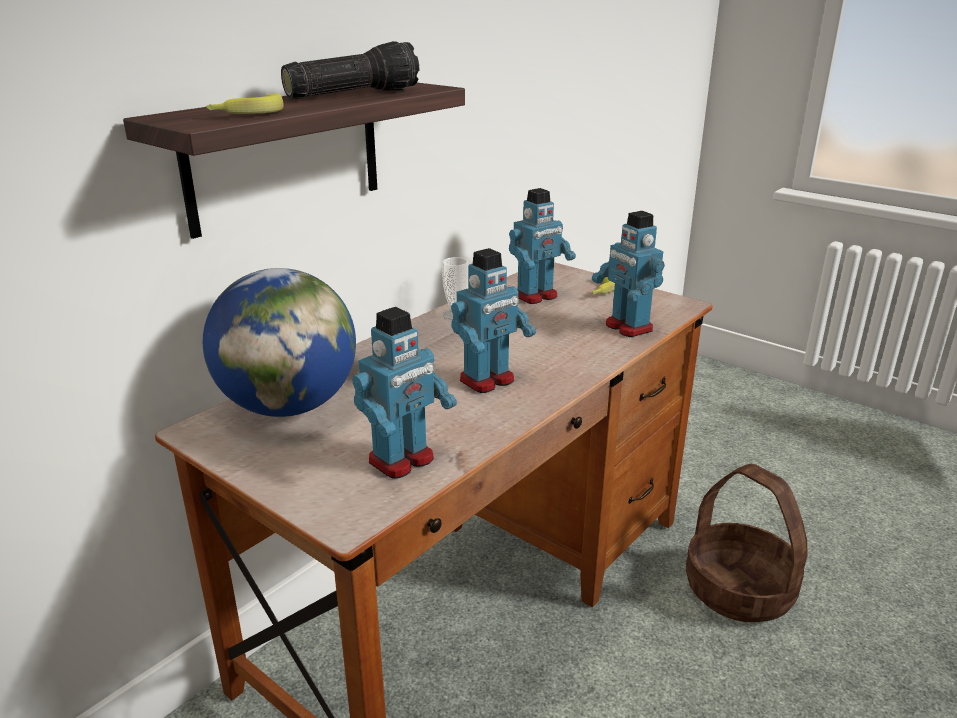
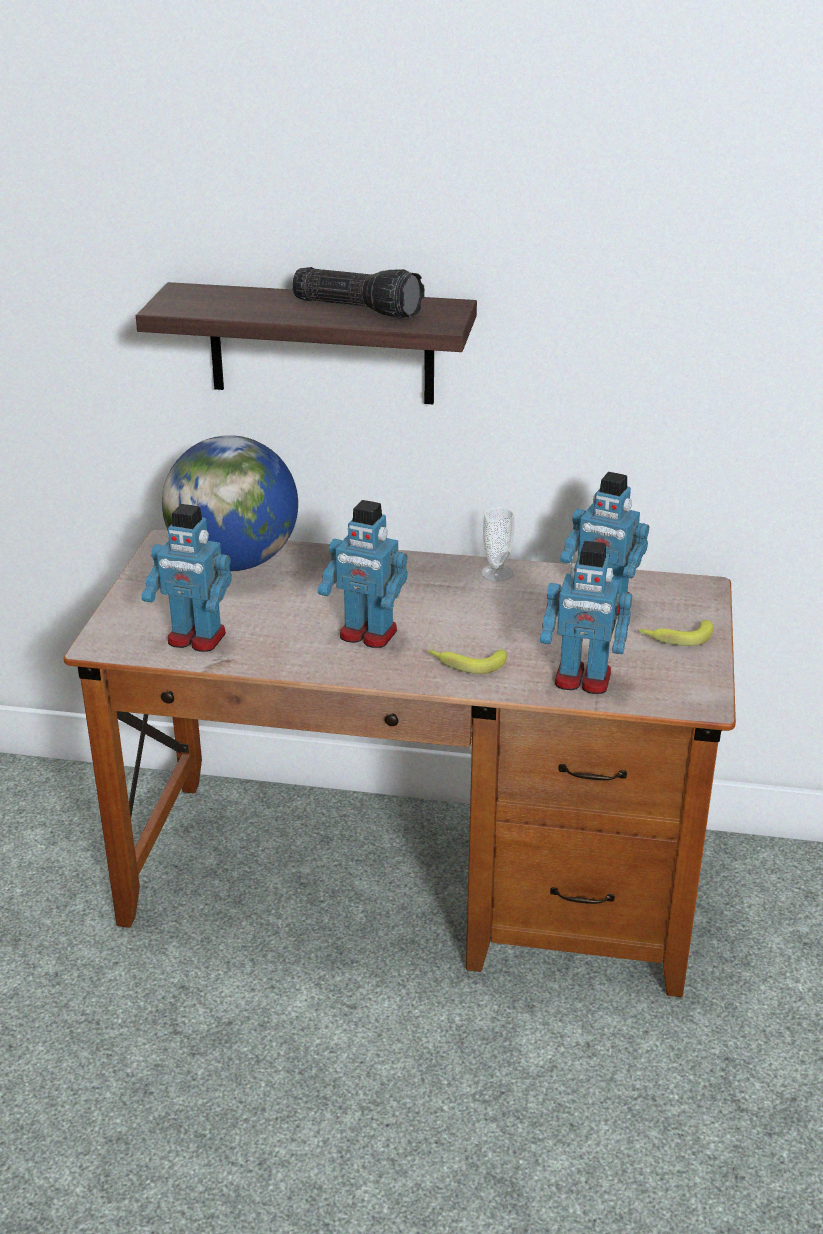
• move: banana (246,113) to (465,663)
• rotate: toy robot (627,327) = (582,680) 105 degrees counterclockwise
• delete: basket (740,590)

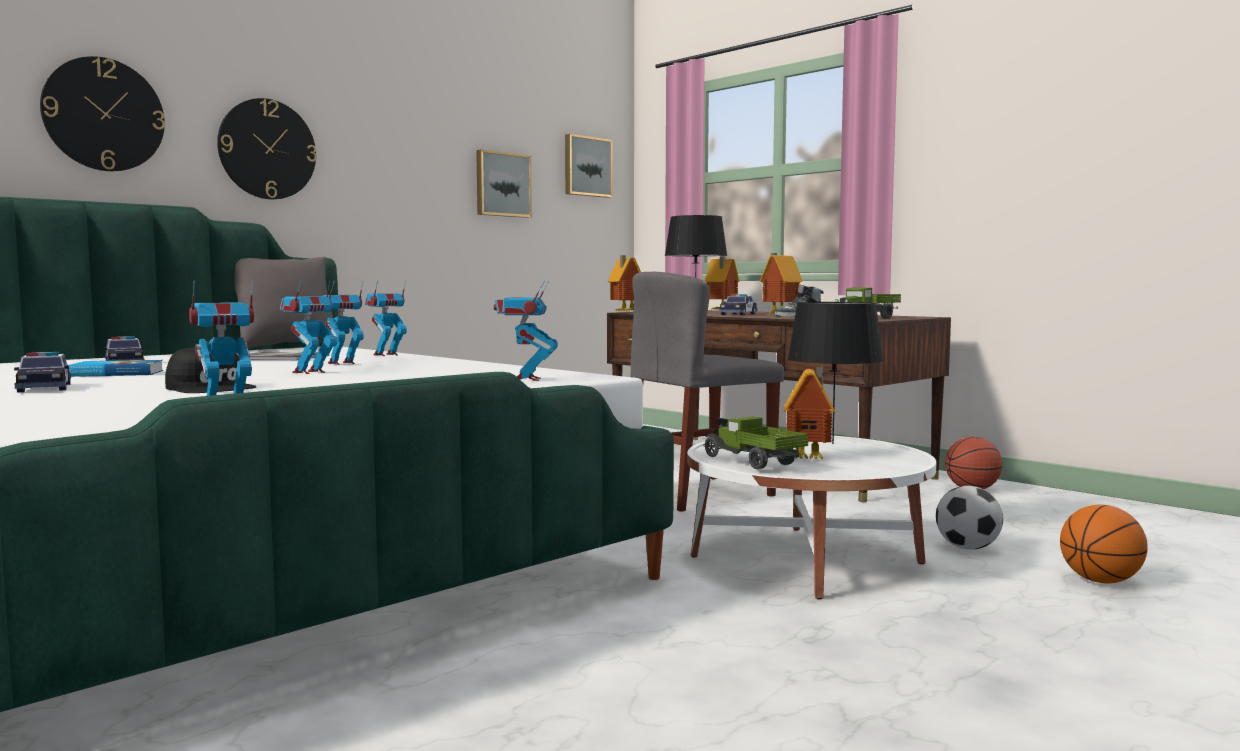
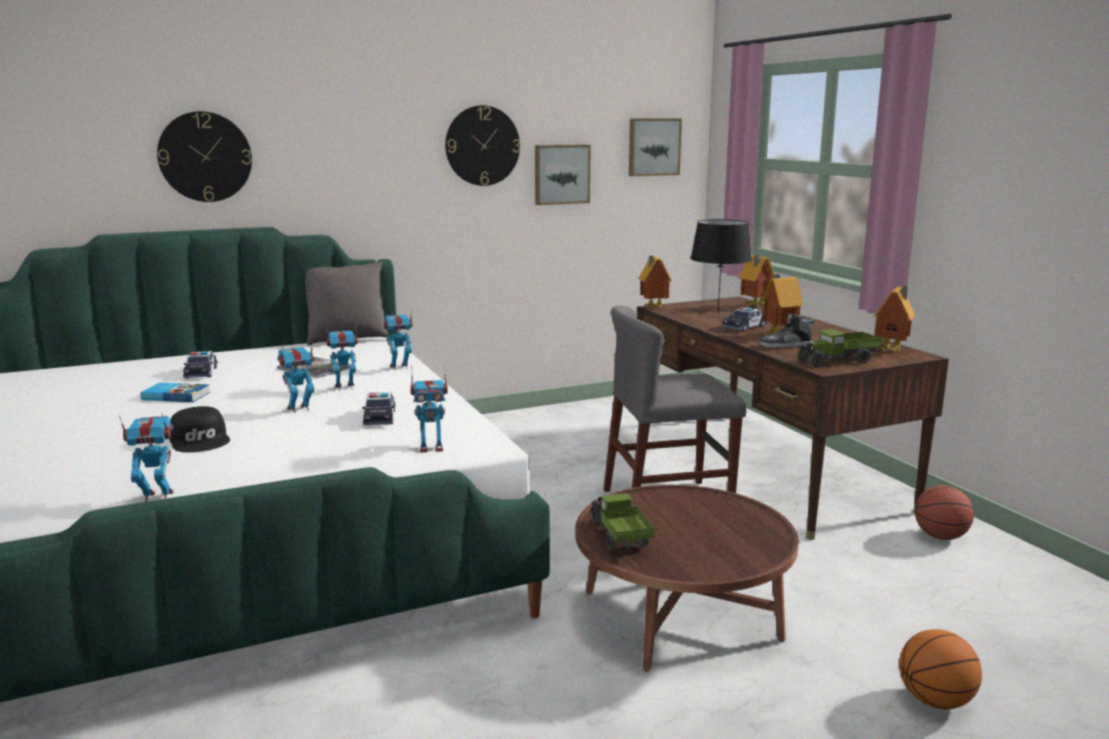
• move: toy car (44,388) to (379,418)
• move: wall clock (267,149) to (482,146)
• rotate: toy robot (526,379) = (431,448) 120 degrees counterclockwise
• recolor: coffee table (white) (806,560) to coffee table (brown) (681,615)
• move: toy house (810,458) to (892,350)
• delete: table lamp (black) (832,444)
• delete: football (967,548)

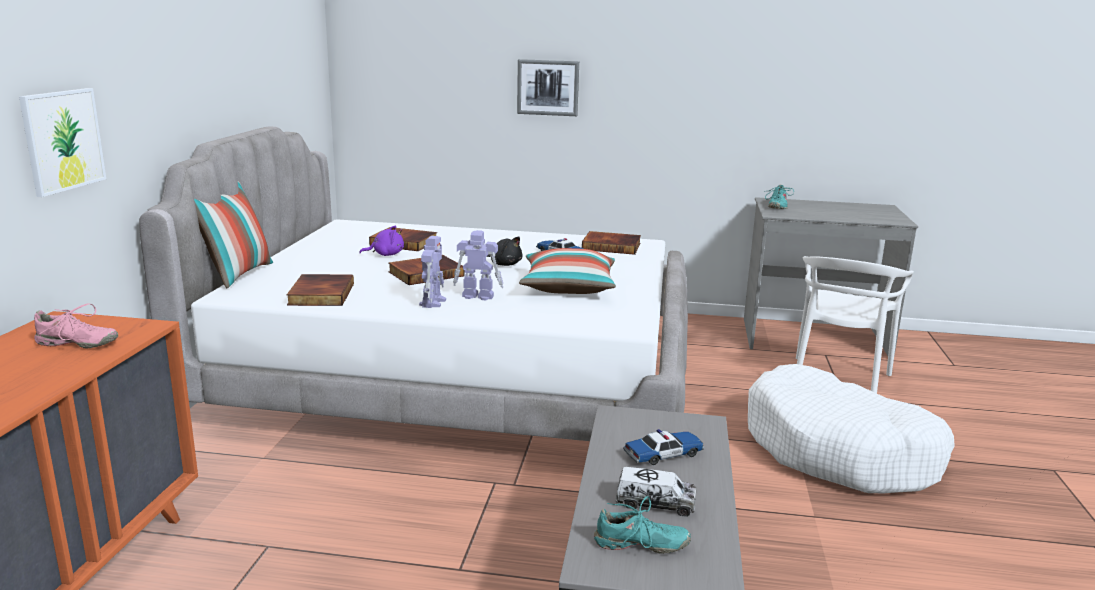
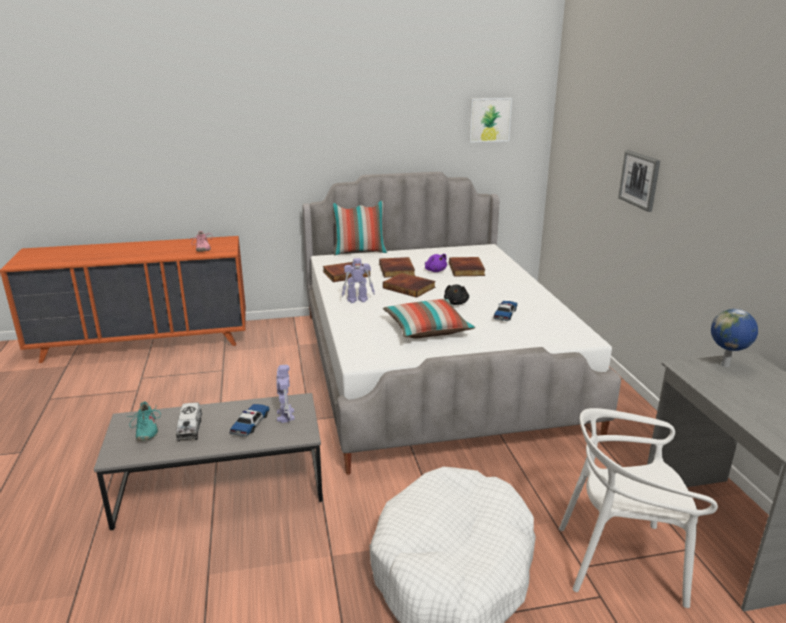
• move: picture (62,140) to (489,120)
• move: toy robot (477,296) to (285,415)
• move: book (612,246) to (397,270)
• rotate: toy car (663,454) = (251,424) 120 degrees counterclockwise
• replace: shoe (turquoise) (777,206) to globe (726,366)

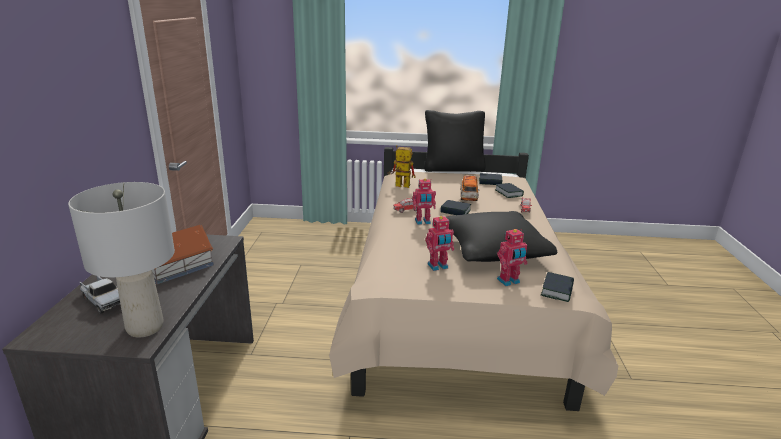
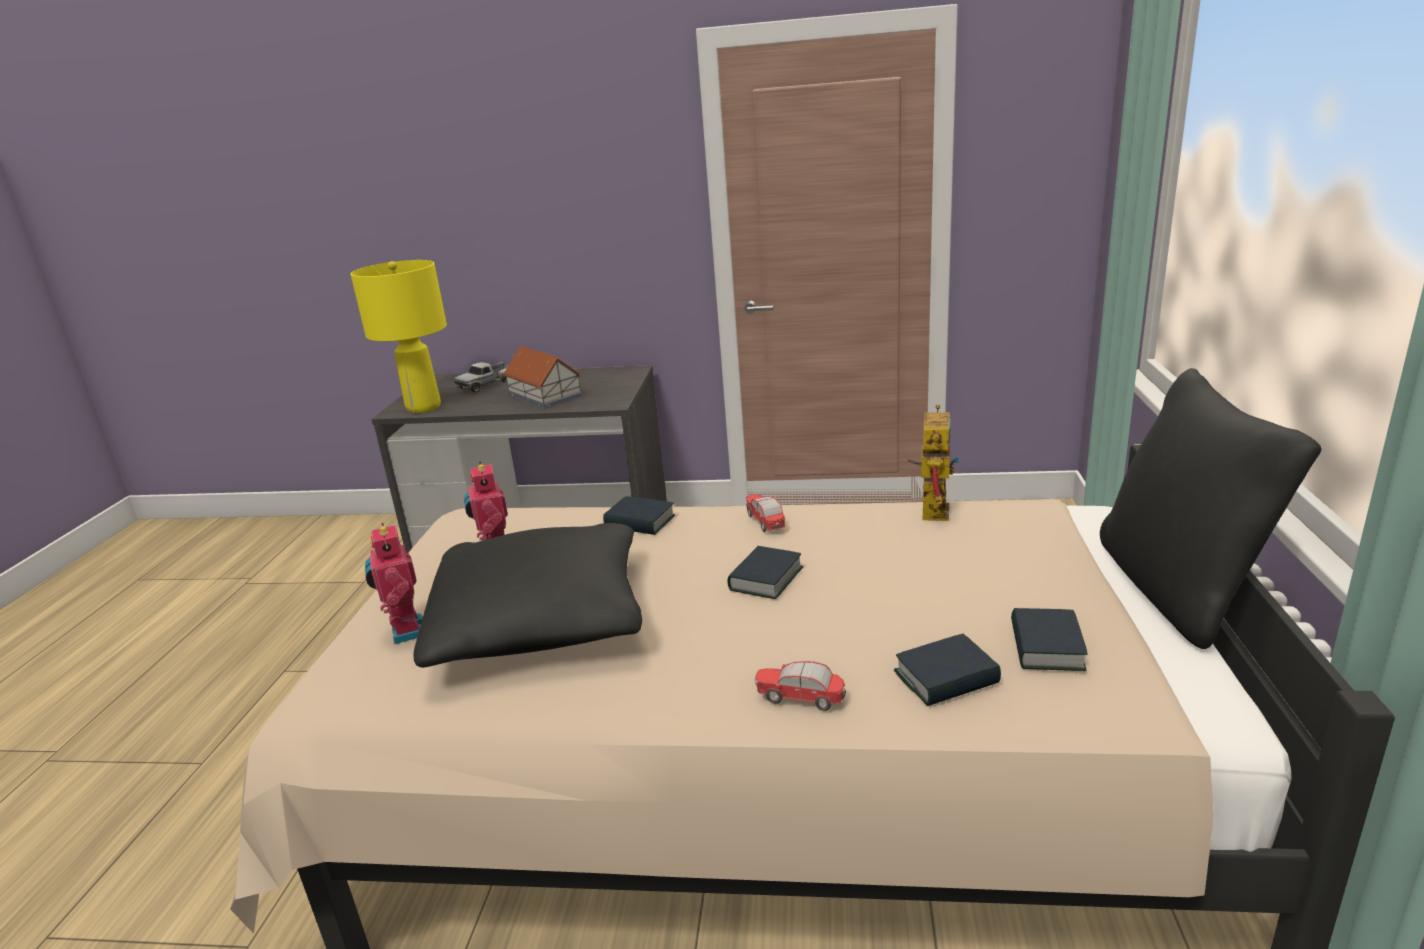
• recolor: table lamp (grey) (144,327) to table lamp (yellow) (424,407)
• delete: toy robot (423,222)
• delete: toy car (468,197)
• move: book (557,290) to (640,522)

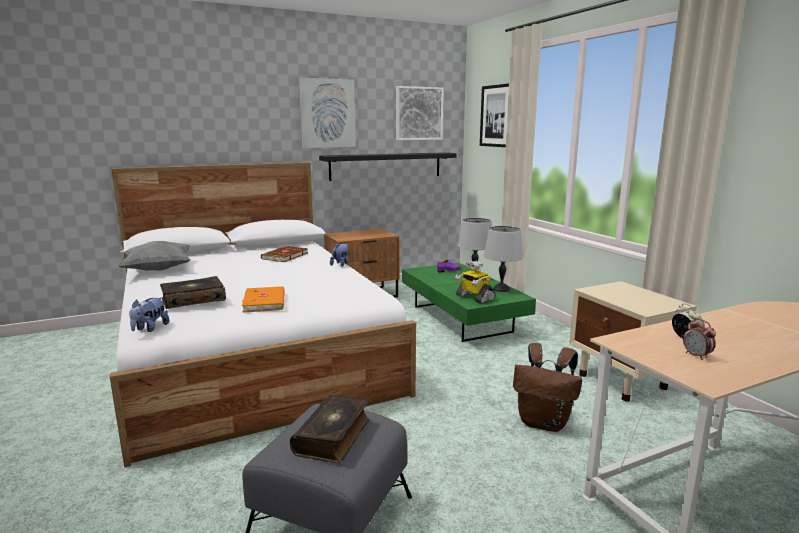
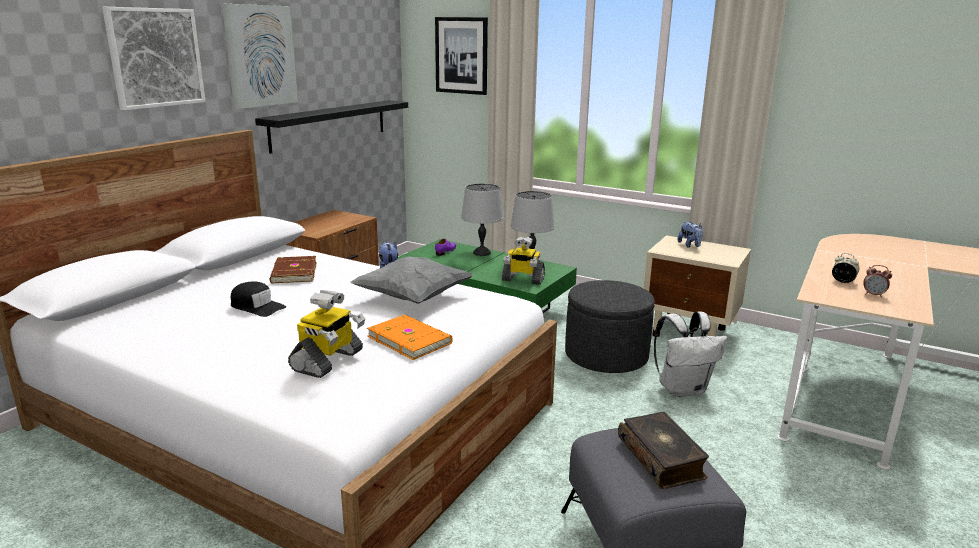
• move: pillow (grey) (158,270) to (413,298)
• move: plush toy (150,328) to (690,245)
• replace: book (193,300) to toy robot (328,361)
• move: picture (419,113) to (155,58)
• recolor: backpack (brown) (544,423) to backpack (white) (683,389)
• insert: cap (black) (257,306)
• insert: ottoman (grey) (606,356)

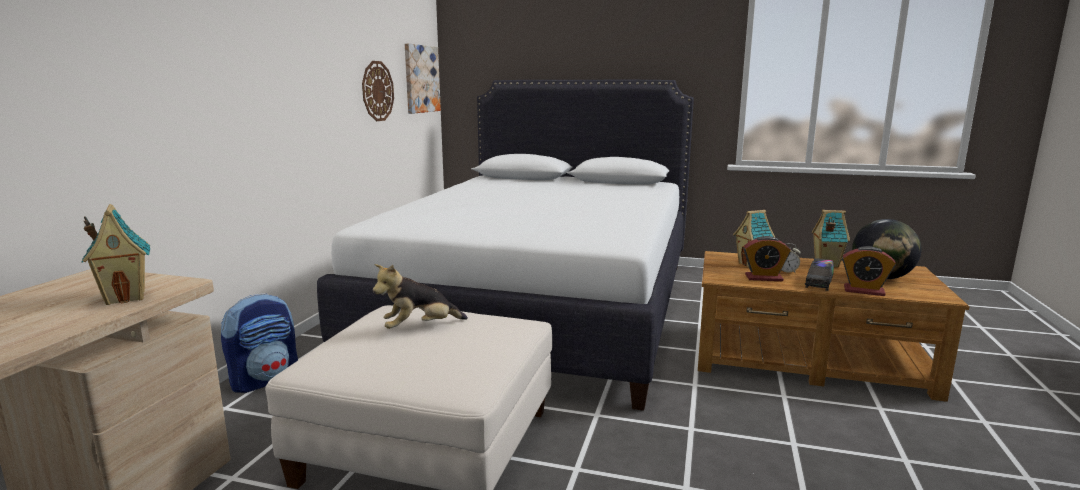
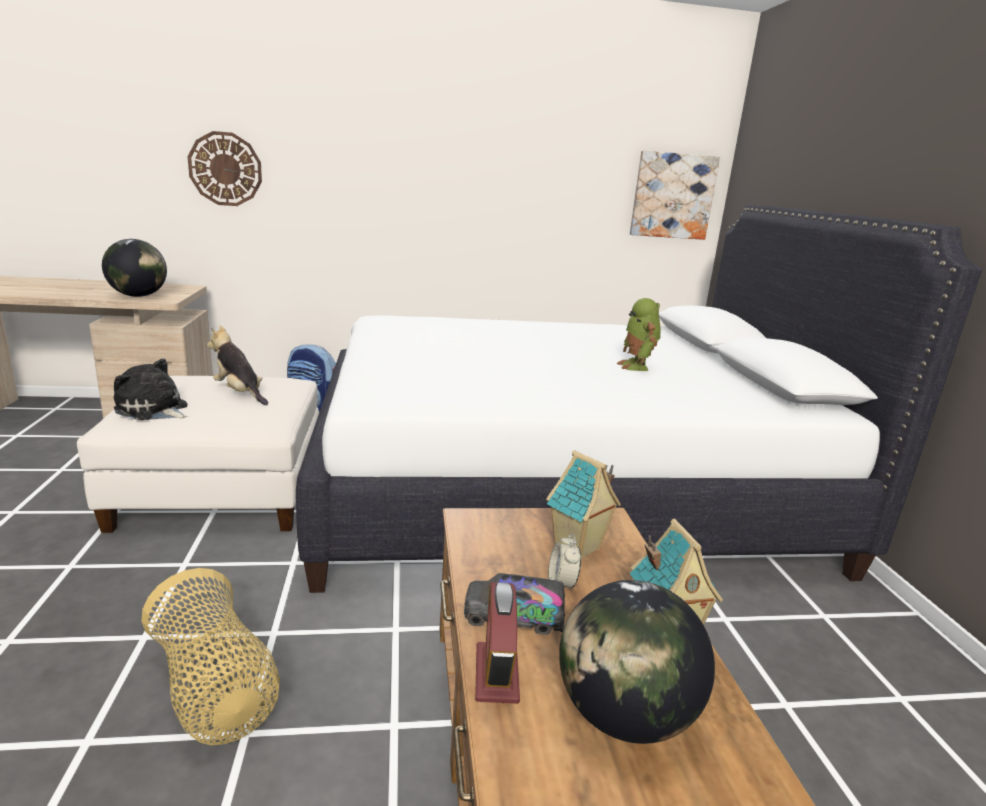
• replace: toy house (126,297) to globe (138,296)
• move: wall clock (377,91) to (225,169)
• delete: alarm clock (763,278)
• insert: plush toy (154,410)
• insert: basket (214,690)
• insert: toy robot (637,366)

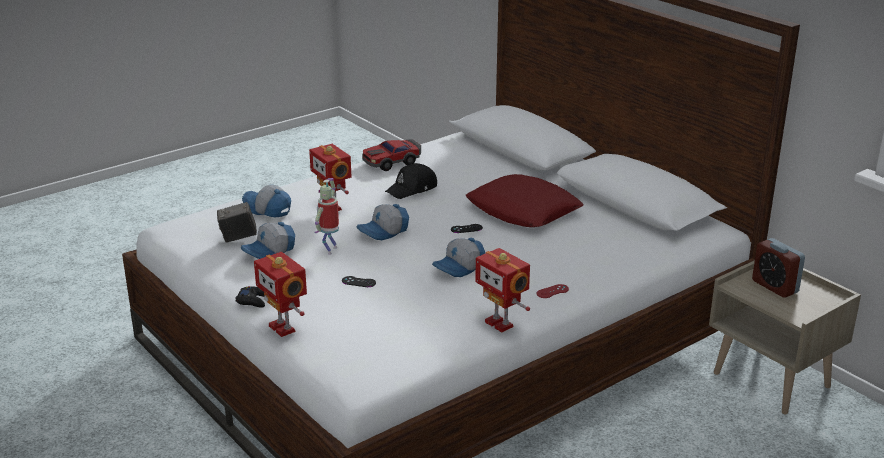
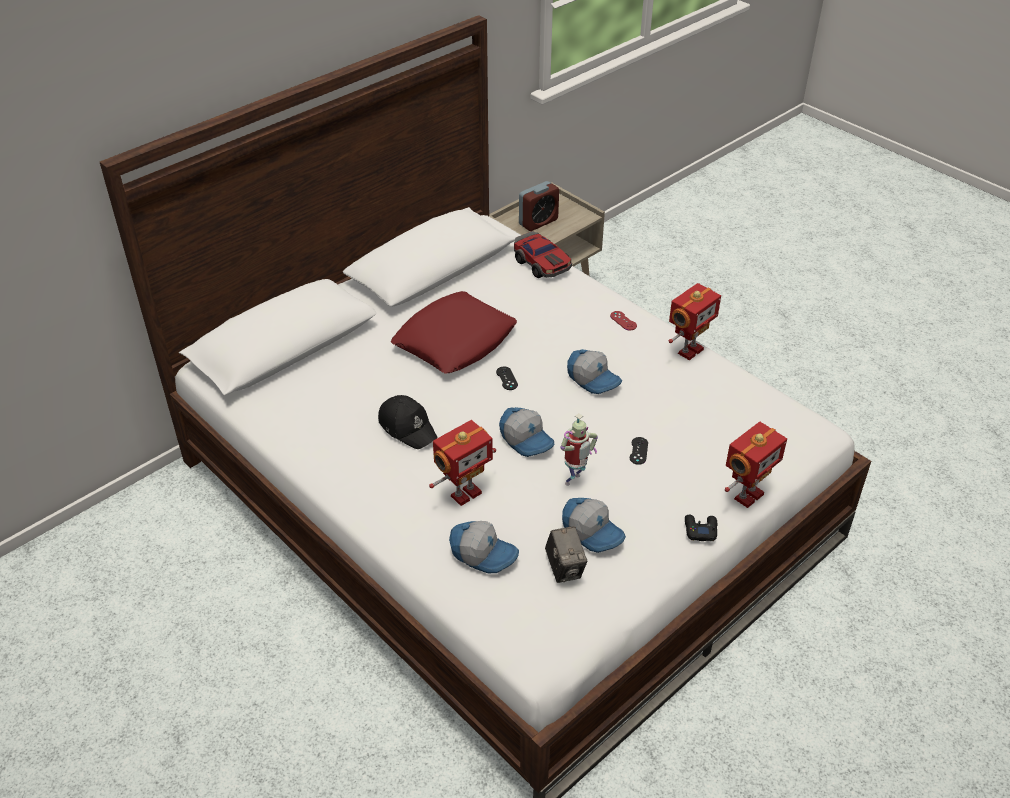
• rotate: cap (267,209) = (483,553) 90 degrees counterclockwise
• rotate: toy robot (330,250) = (574,481) 60 degrees counterclockwise
• move: toy car (391,162) to (542,263)

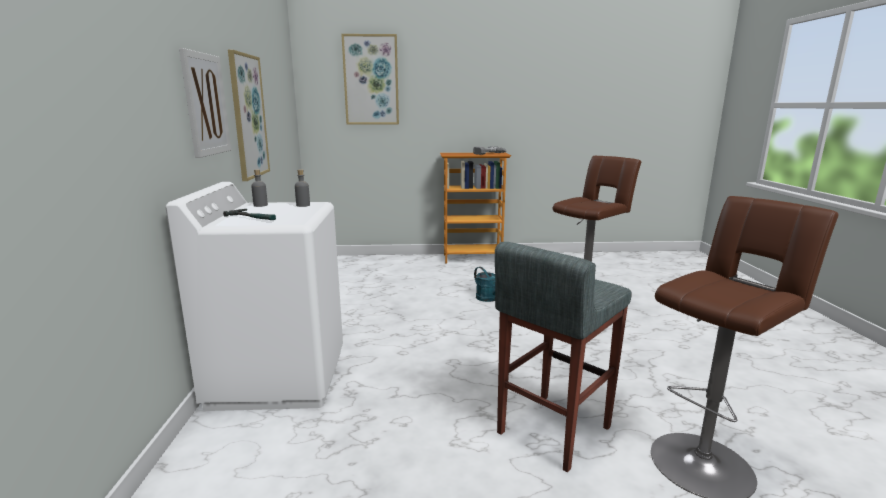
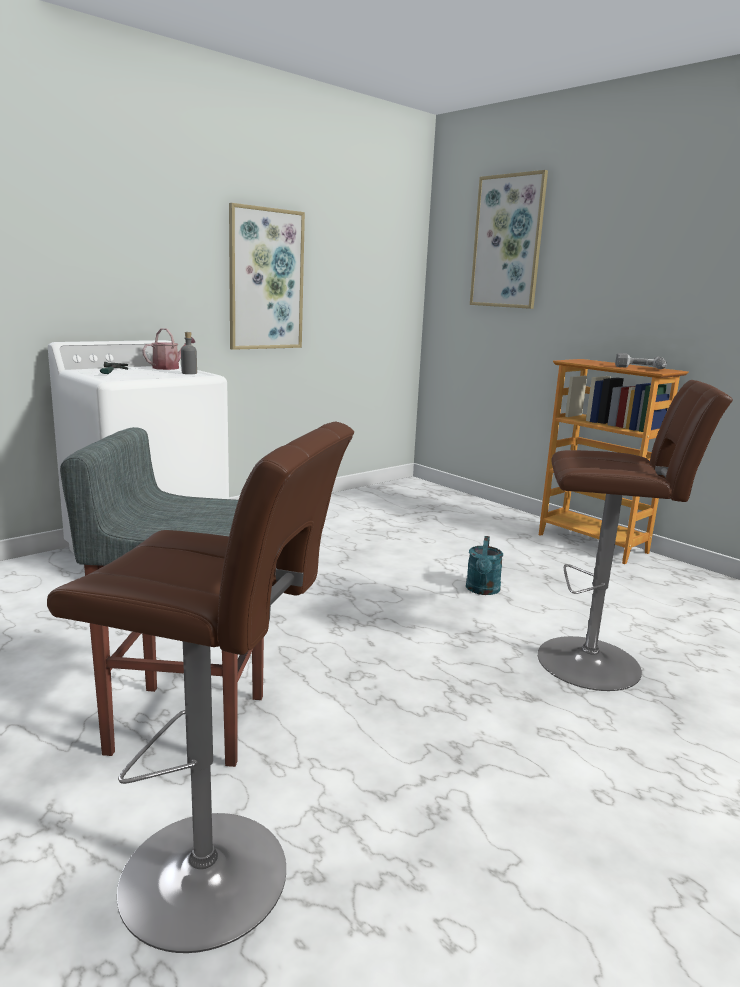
• delete: picture (206,104)
• replace: bottle (grey) (260,205) to watering can (169,367)

